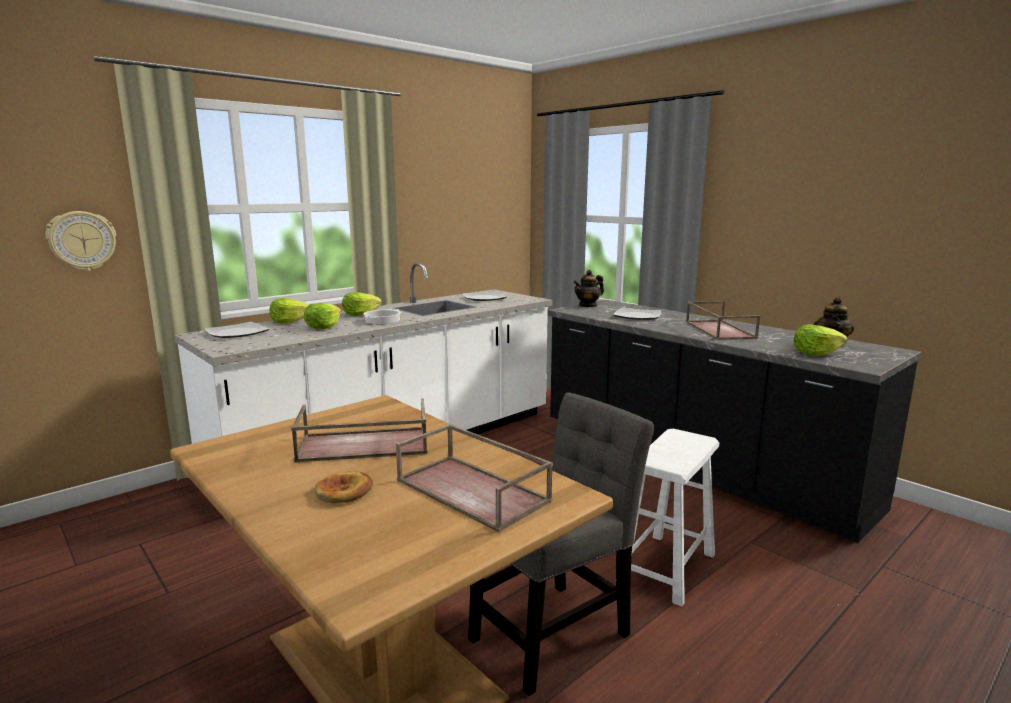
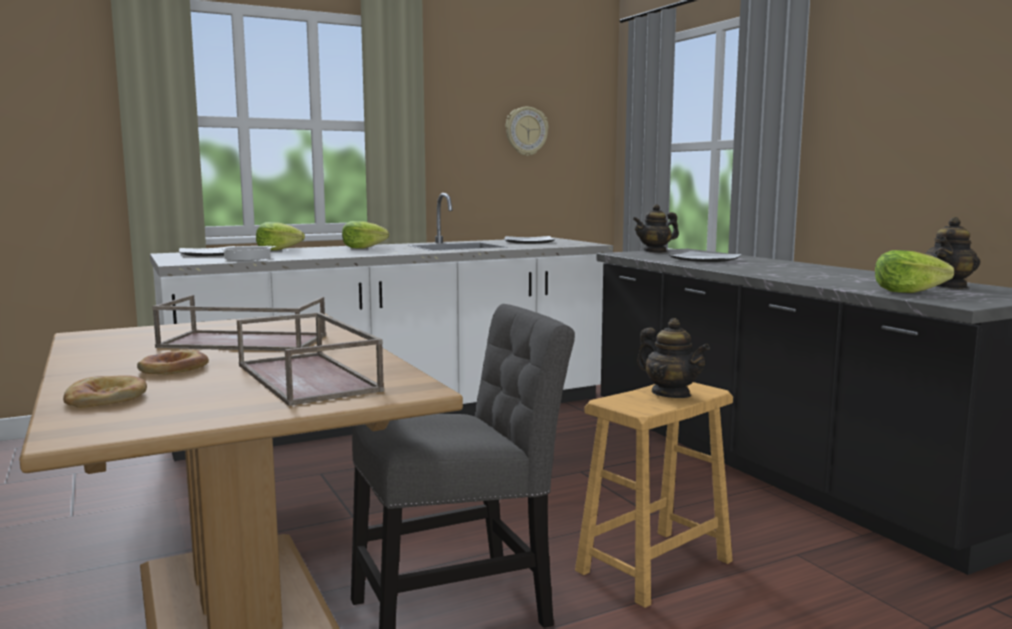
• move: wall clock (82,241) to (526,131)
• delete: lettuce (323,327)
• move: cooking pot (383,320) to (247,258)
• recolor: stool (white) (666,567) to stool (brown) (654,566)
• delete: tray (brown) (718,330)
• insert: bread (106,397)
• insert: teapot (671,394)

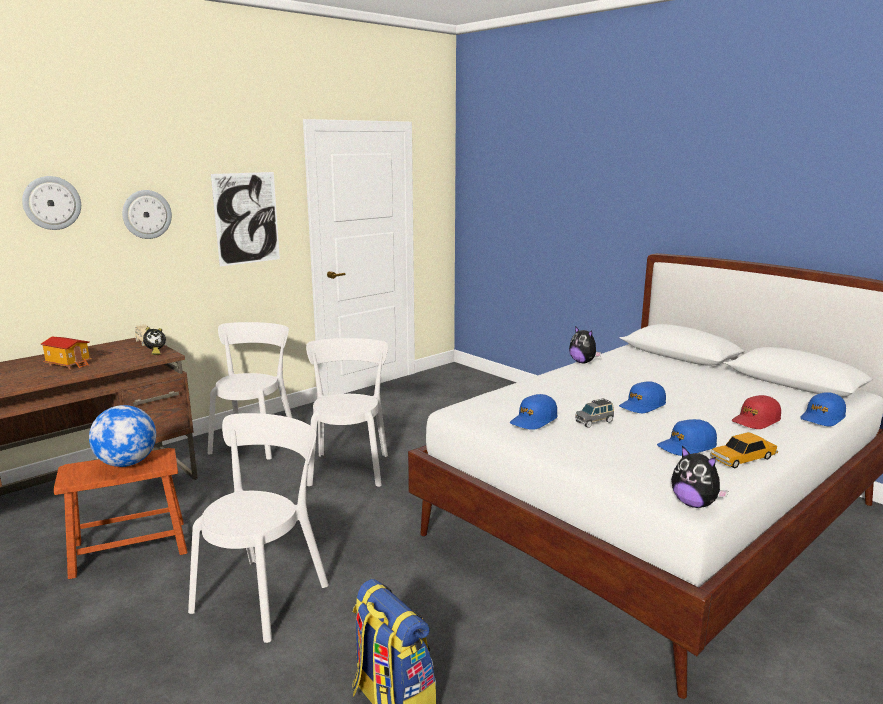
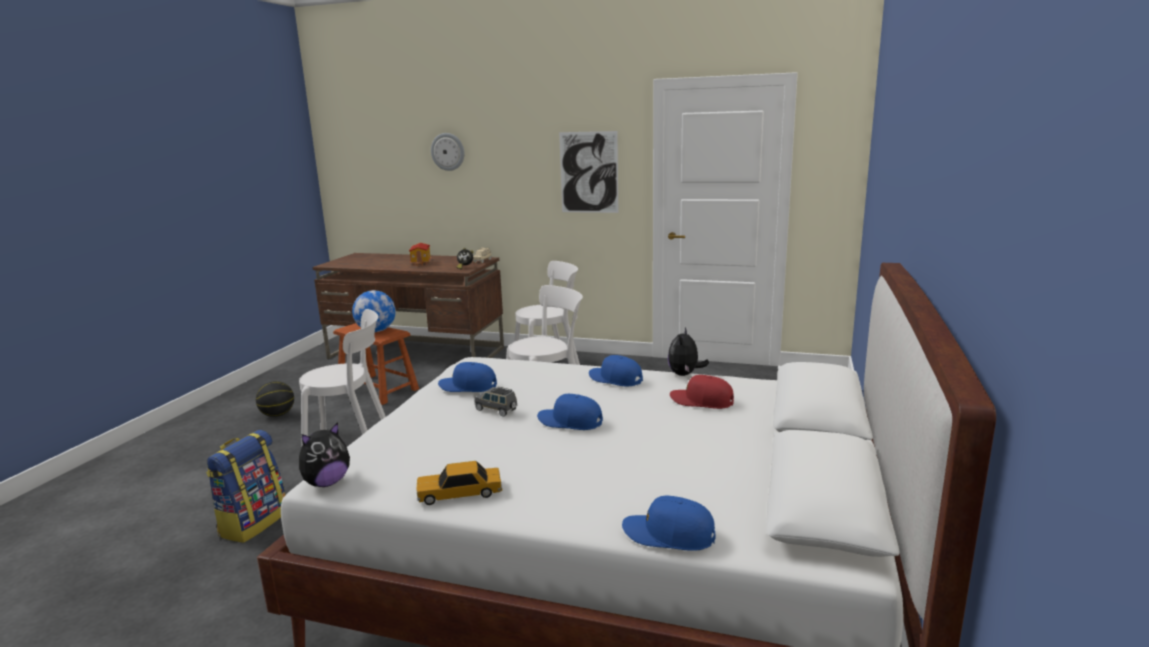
• delete: wall clock (146,214)
• move: cap (blue) (686,446) to (615,379)
• rotate: plush toy (694,504) = (326,483) 150 degrees counterclockwise
• rotate: toy car (743,458) = (459,493) 45 degrees counterclockwise
• move: cap (red) (756,420) to (701,401)
• insert: basketball (277,415)

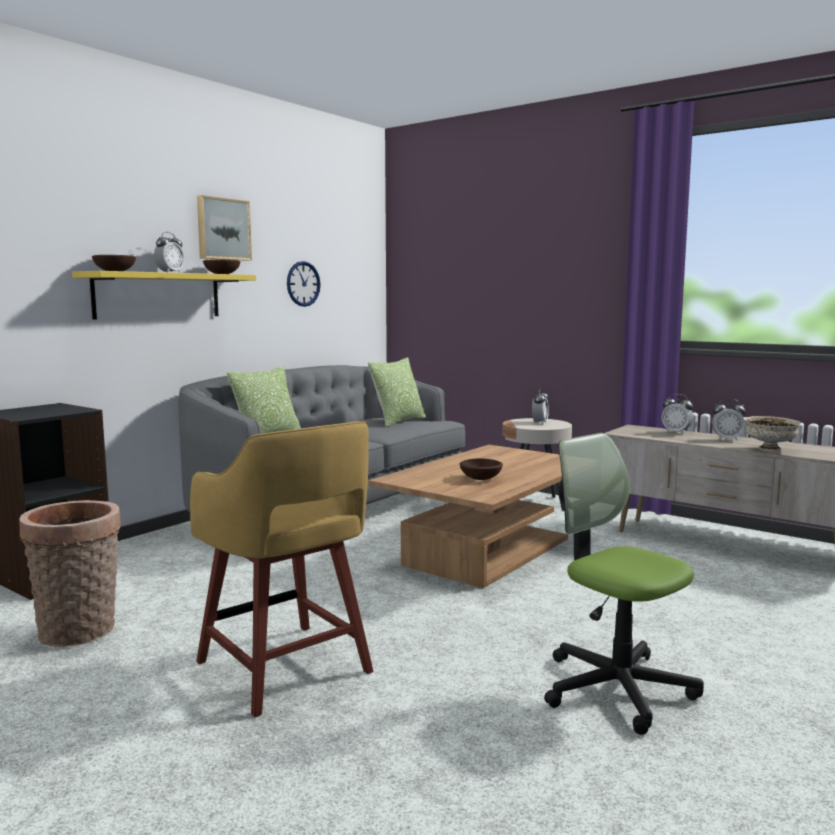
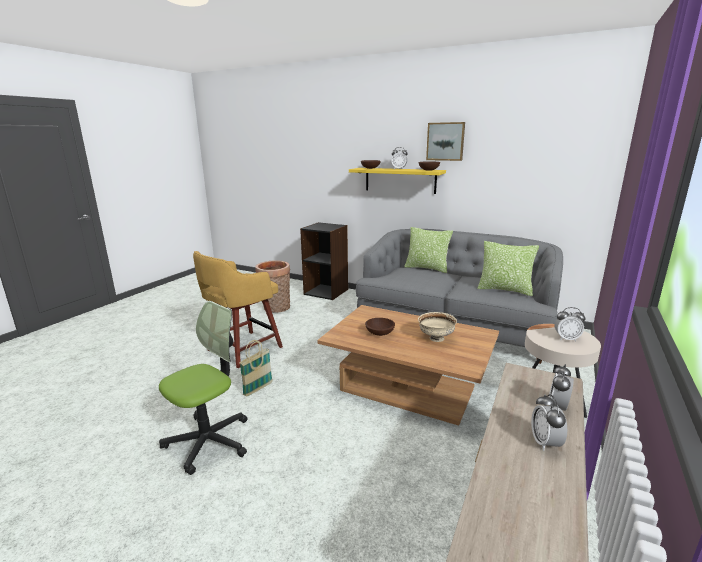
• delete: wall clock (303,284)
• move: bowl (beige) (770,449) to (436,339)
• insert: basket (258,389)

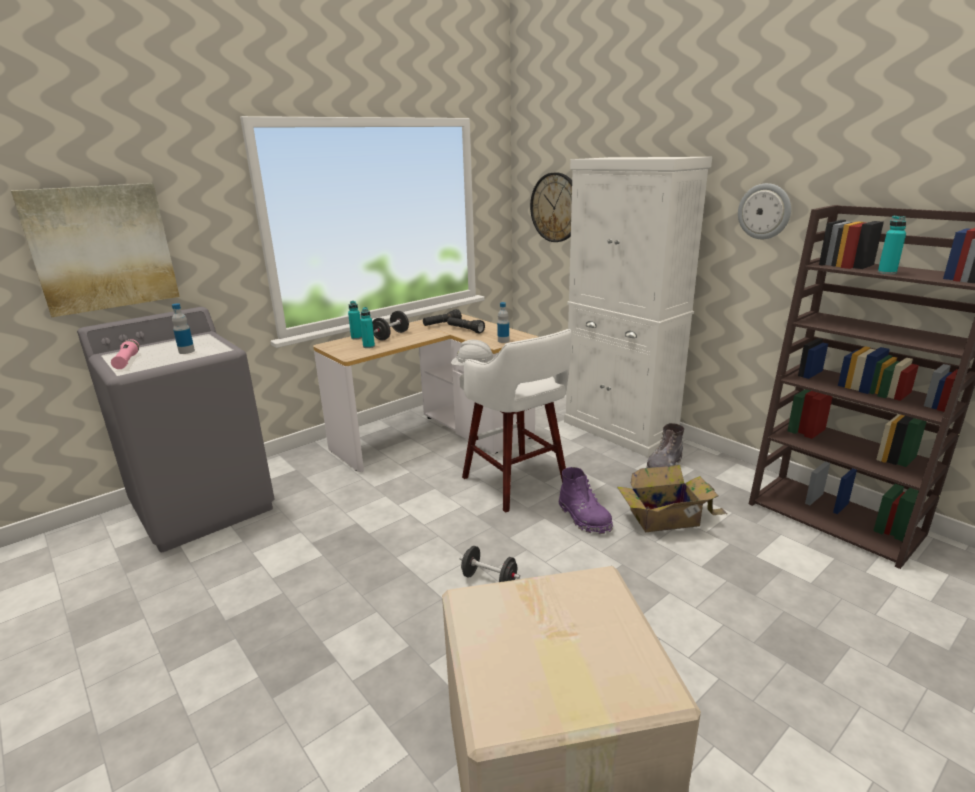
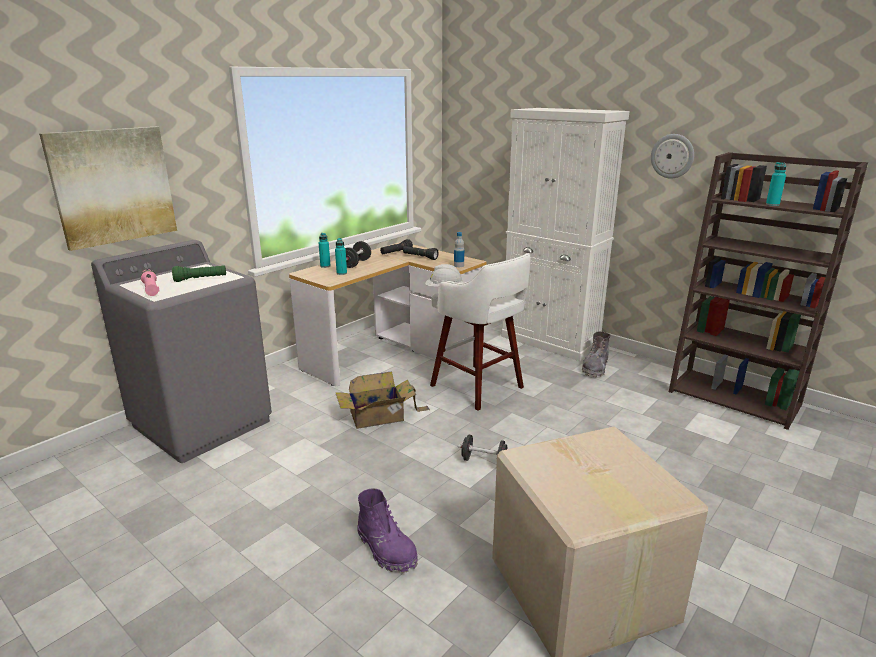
• replace: bottle (186,351) to flashlight (green) (201,279)
• delete: wall clock (556,207)
• move: boot (purple) (584,518) to (386,549)
• move: cardboard box (667,518) to (379,416)

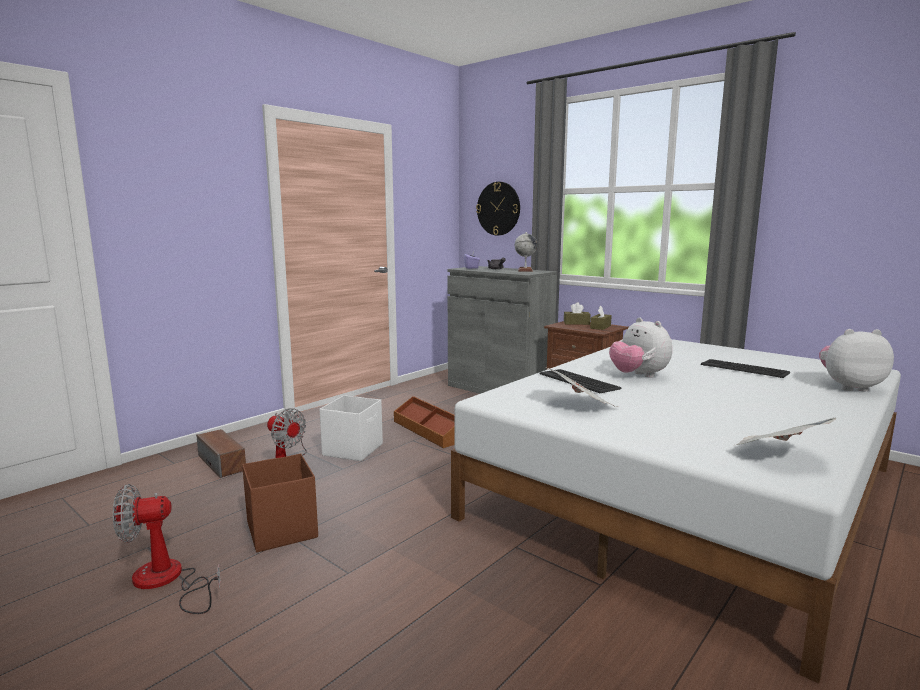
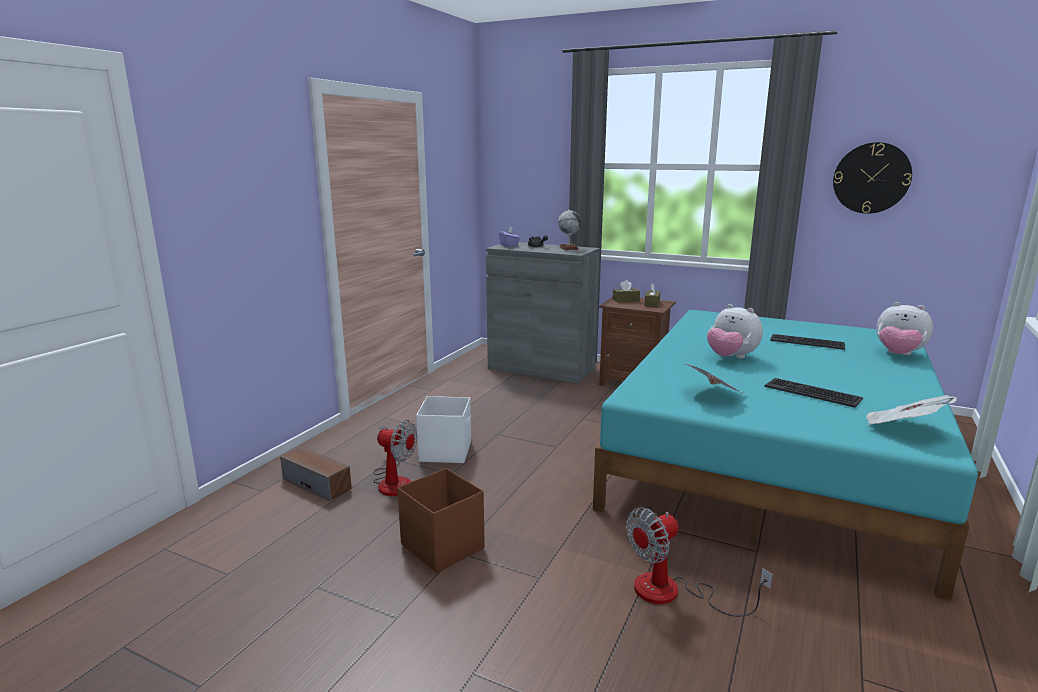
• move: fan (167,581) to (673,593)
• delete: storage box (brown) (428,431)
• recolor: bed (white) (688,492) to bed (turquoise) (773,456)
• move: wall clock (498,208) to (871,178)
• move: keyboard (579,381) to (812,393)
• rotate: plush toy (849,387) = (898,355) 135 degrees counterclockwise

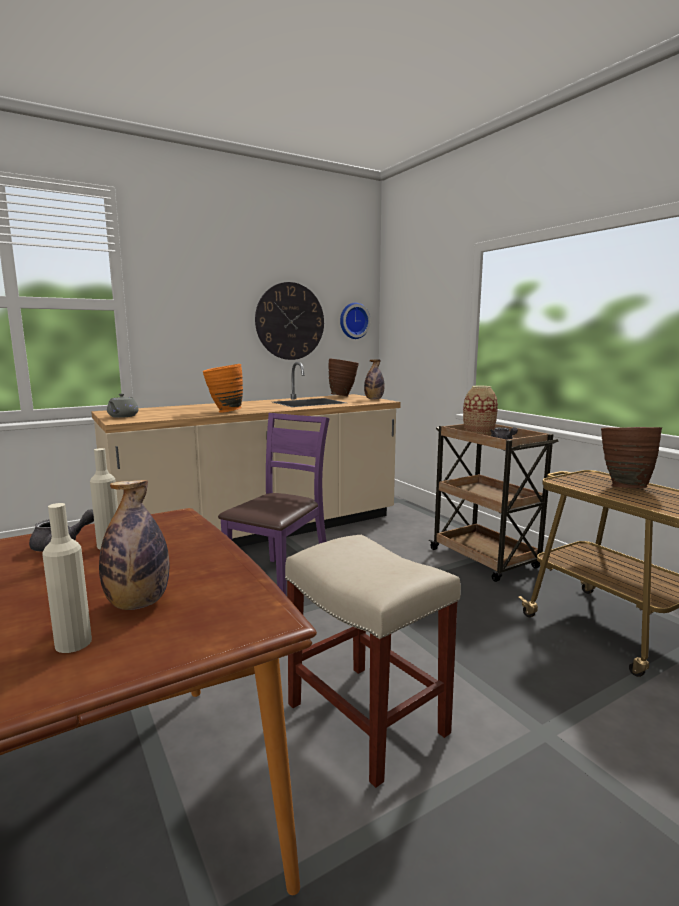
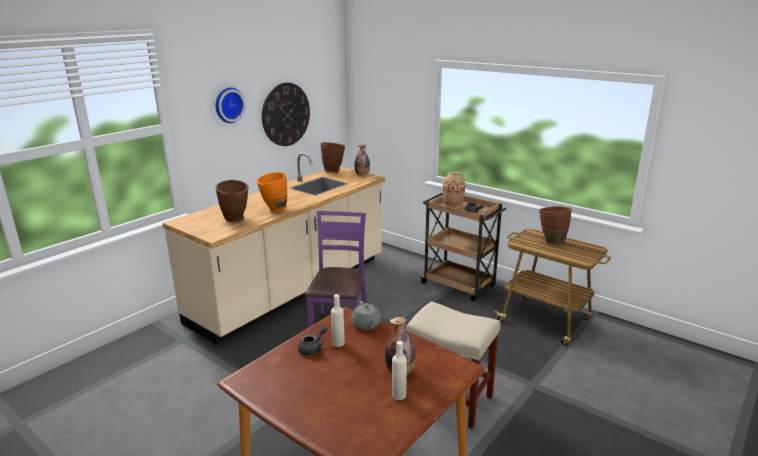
• move: teapot (grey) (122,416) to (366,325)
• move: wall clock (353,321) to (228,105)
• insert: vase (brown) (236,220)

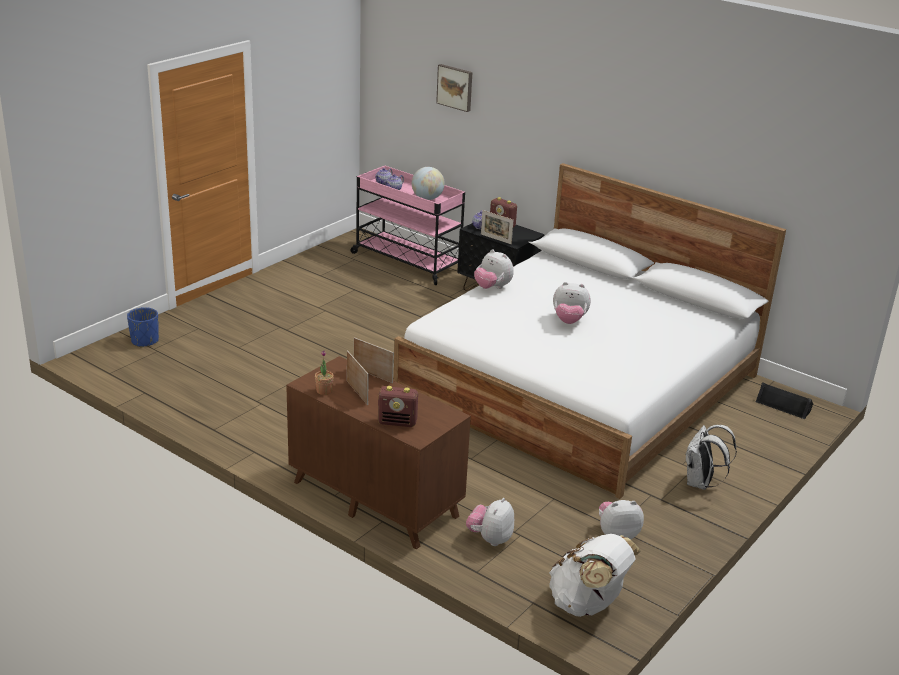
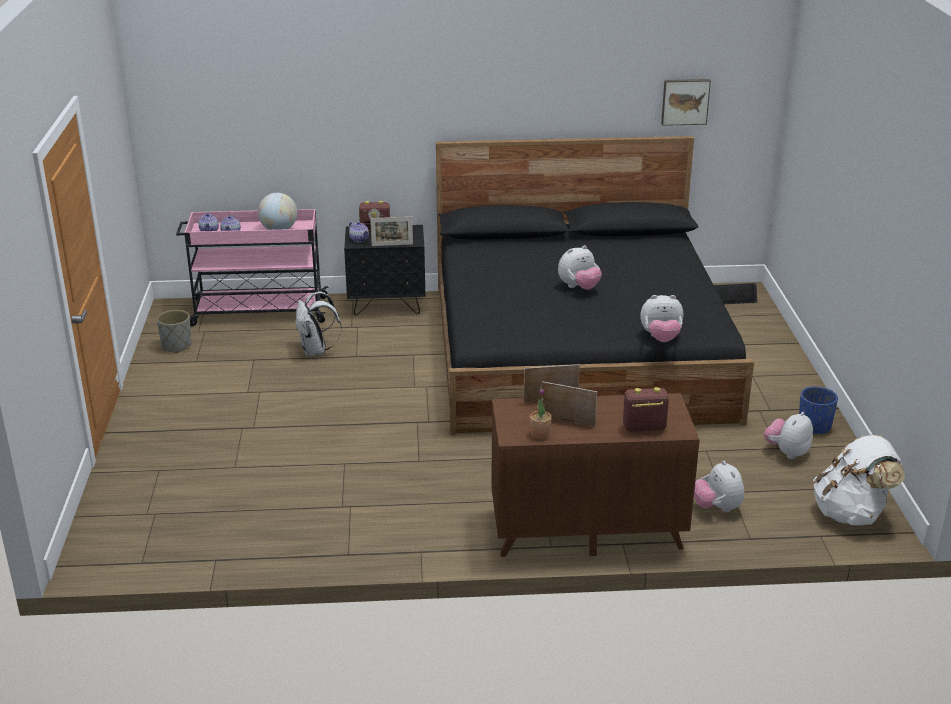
• move: planter (blue) (145,341) to (814,426)
• rotate: radio (397,422) = (643,427) 150 degrees counterclockwise
• recolor: bed (white) (580,384) to bed (black) (577,351)
• move: picture (455,87) to (685,101)
• move: plush toy (492,287) to (661,338)
• move: backpack (white) (701,483) to (316,351)
• insert: planter (grey) (176,346)

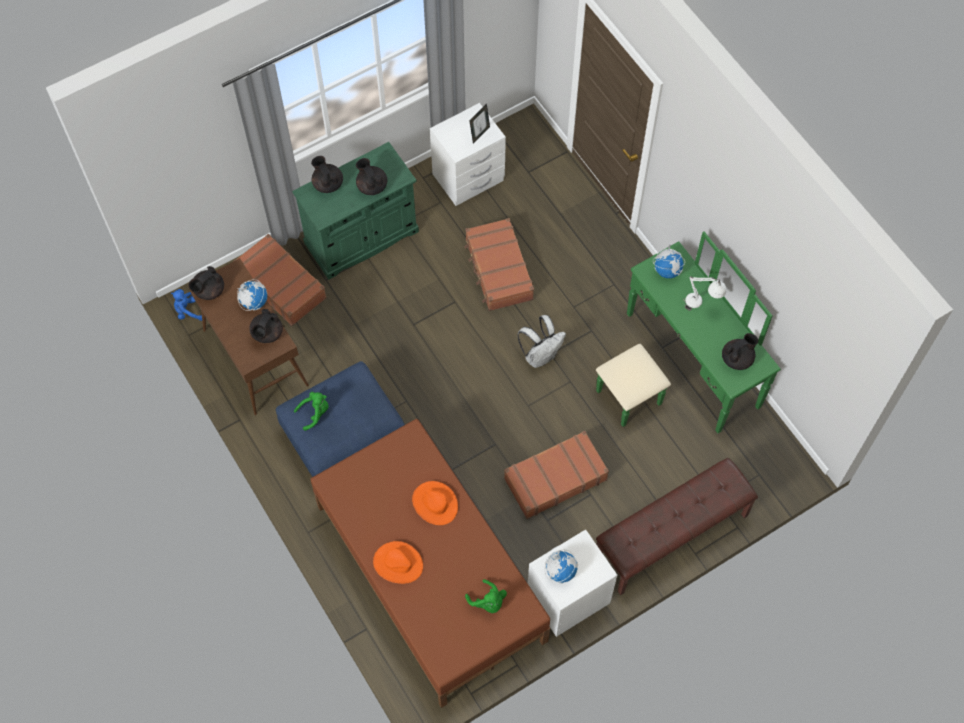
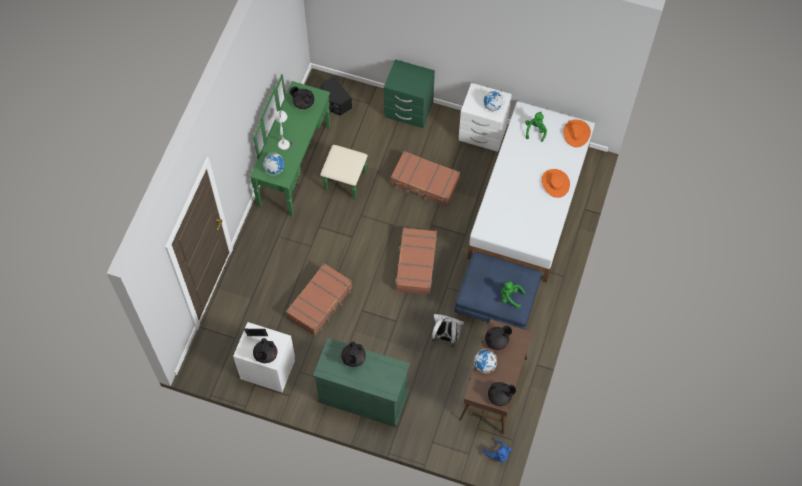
• move: suitcase (brown) (281,284) to (415,264)
• move: teapot (black) (327,183) to (265,355)
• recolor: bed (brown) (430,574) to bed (white) (530,202)
• move: hat (orange) (435,503) to (576,133)
• move: backpack (white) (540,355) to (446,336)
• replace: bench (brown) (671,537) to nightstand (green) (408,110)
• insert: speaker (black) (335,102)

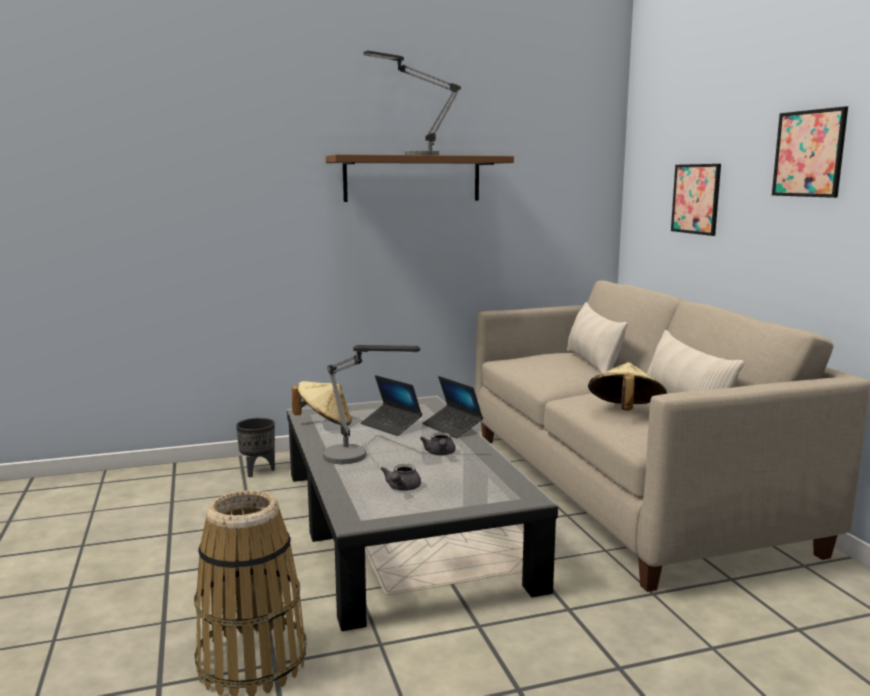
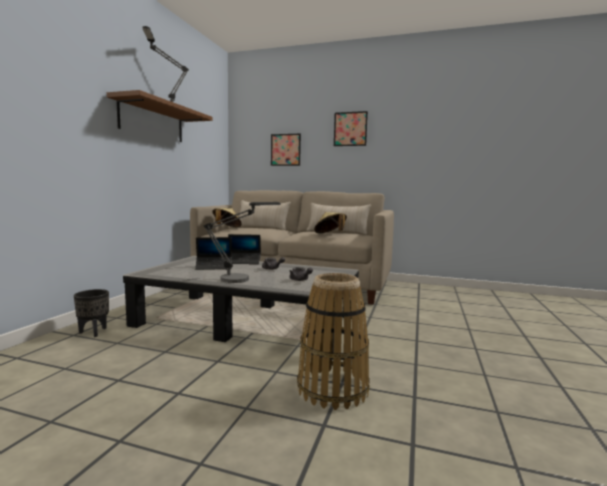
• move: hat (beige) (324,423) to (226,227)

